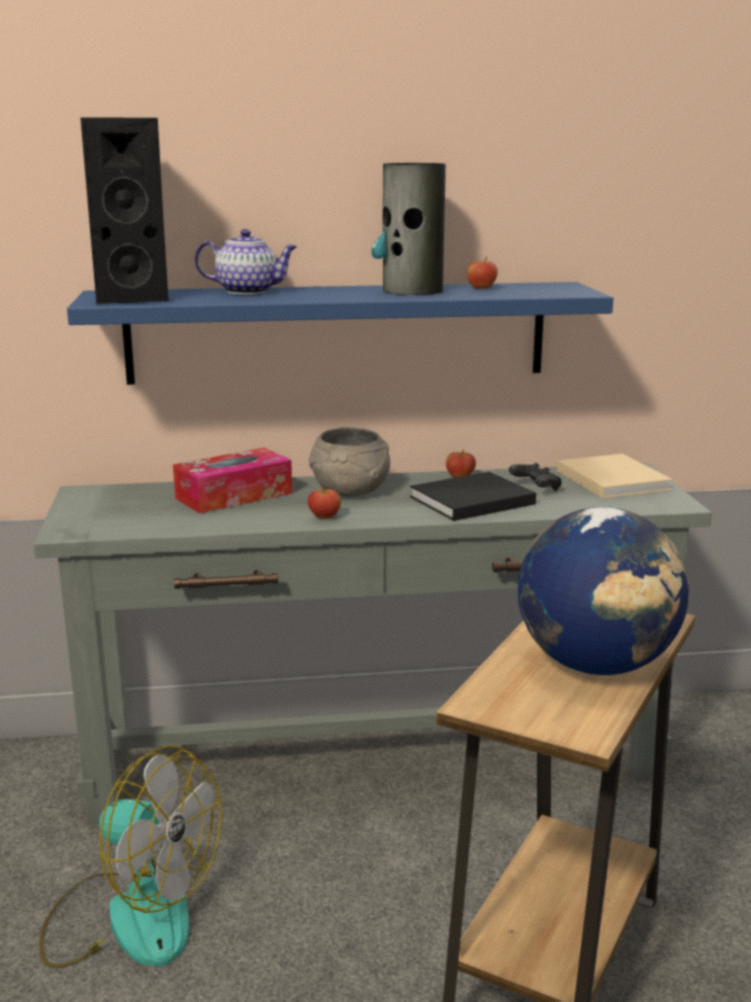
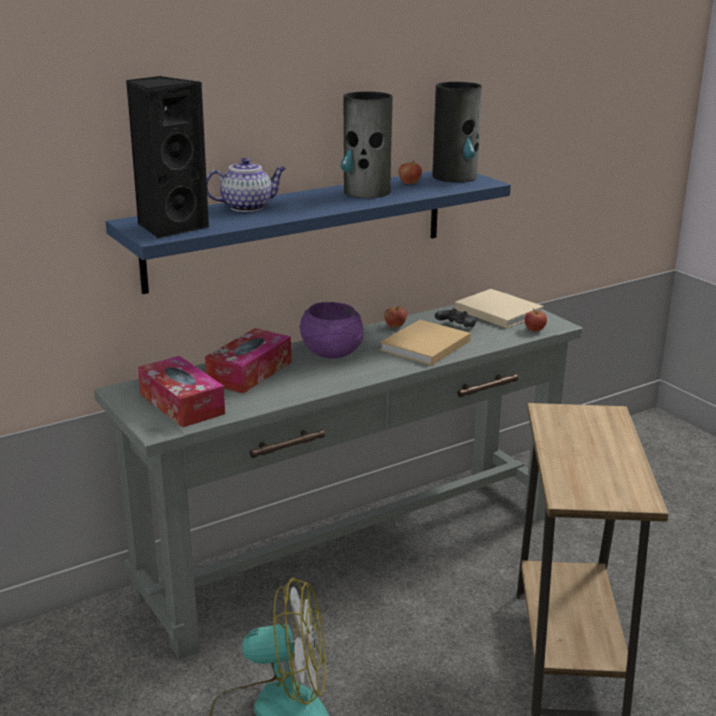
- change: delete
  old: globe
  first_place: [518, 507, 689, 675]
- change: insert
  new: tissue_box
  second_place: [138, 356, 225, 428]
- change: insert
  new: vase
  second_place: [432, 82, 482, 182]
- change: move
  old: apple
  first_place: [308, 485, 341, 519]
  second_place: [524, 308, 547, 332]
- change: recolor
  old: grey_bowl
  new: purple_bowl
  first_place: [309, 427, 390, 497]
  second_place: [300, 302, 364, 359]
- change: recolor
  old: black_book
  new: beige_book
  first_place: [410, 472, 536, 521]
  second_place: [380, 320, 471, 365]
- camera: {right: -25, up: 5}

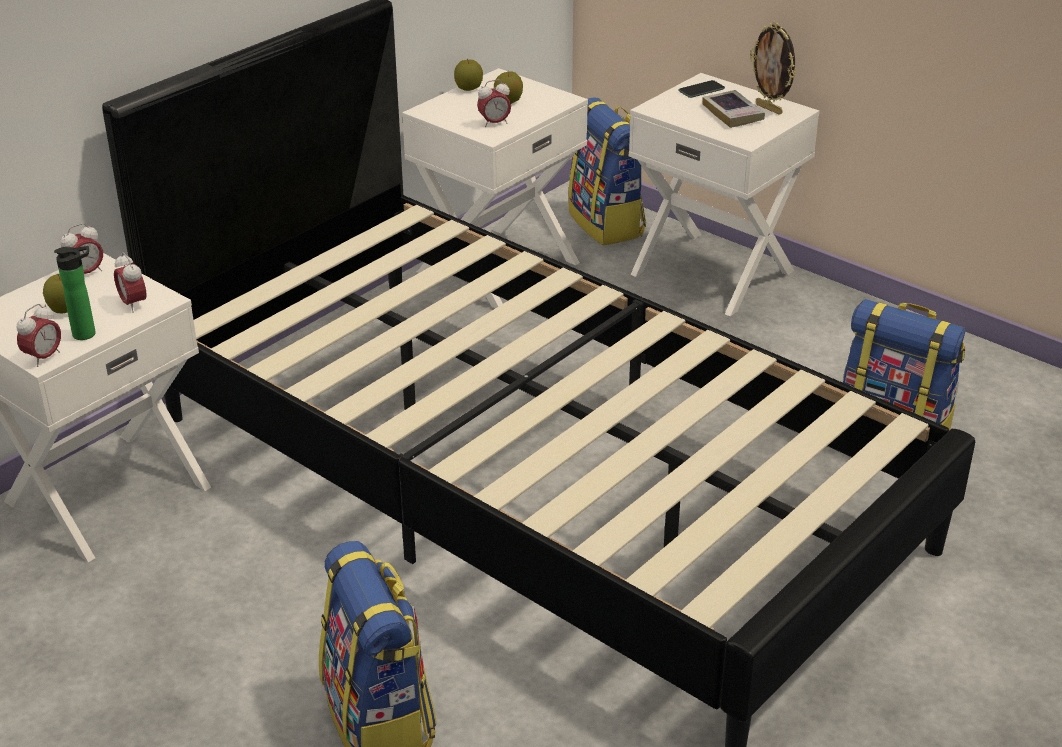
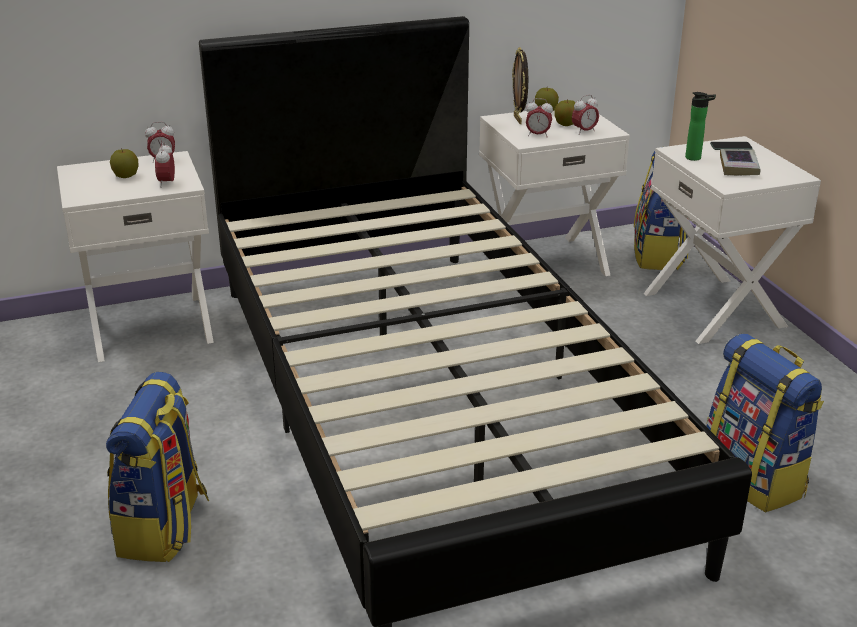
- change: move
  old: alarm_clock
  first_place: [16, 304, 61, 367]
  second_place: [572, 95, 599, 135]
- change: move
  old: bottle
  first_place: [54, 246, 96, 340]
  second_place: [685, 92, 716, 161]
- change: move
  old: picture_frame
  first_place: [750, 22, 796, 115]
  second_place: [512, 47, 528, 124]
- camera: {right: 30, up: -5}

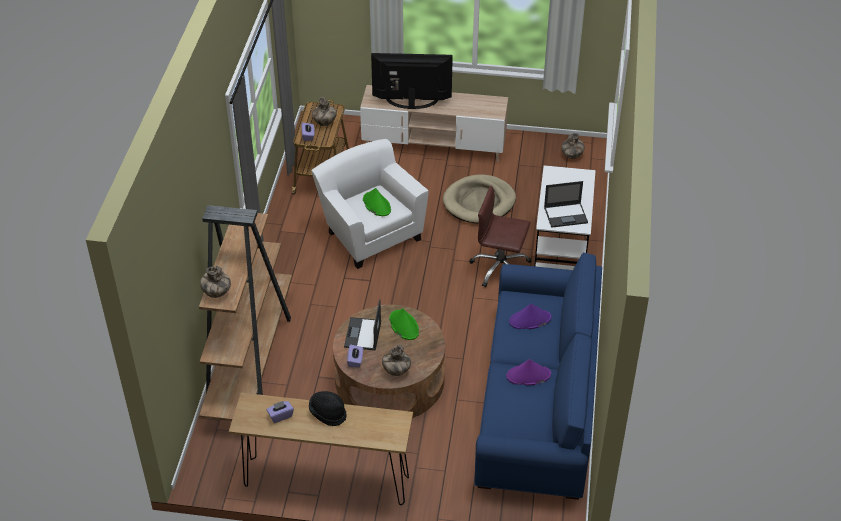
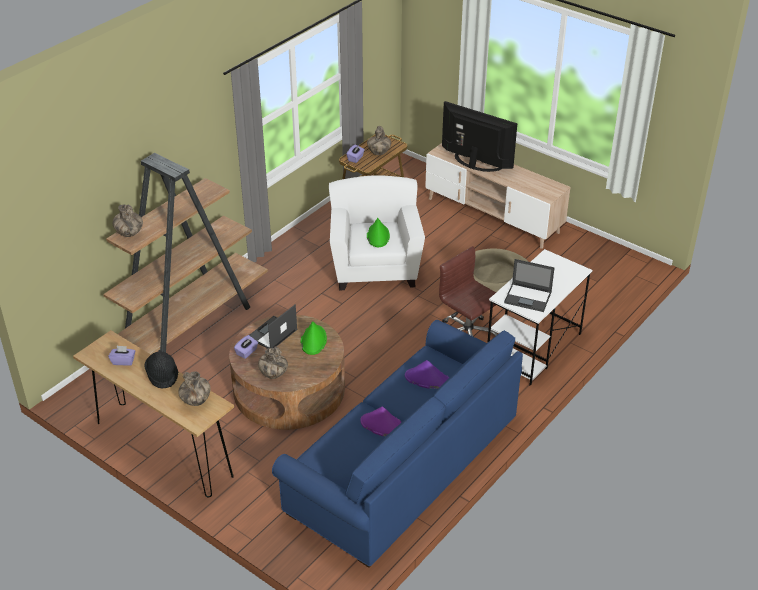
- change: move
  old: vase
  first_place: [561, 133, 585, 159]
  second_place: [178, 371, 211, 406]
- camera: {right: 30, up: -5}

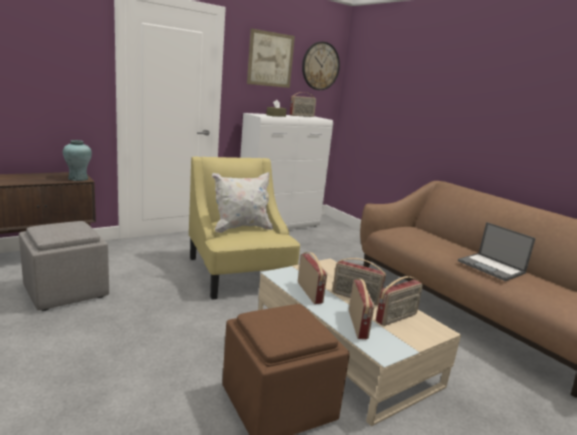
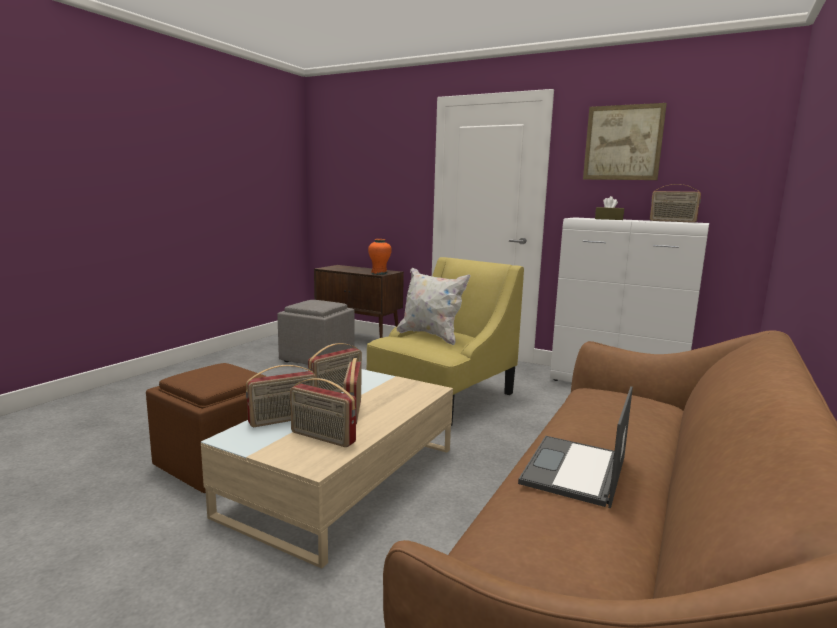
- change: delete
  old: wall_clock
  first_place: [302, 42, 340, 90]
- change: recolor
  old: turquoise_vase
  new: orange_vase
  first_place: [63, 140, 92, 181]
  second_place: [368, 239, 392, 275]
- camera: {right: 65, up: -5}

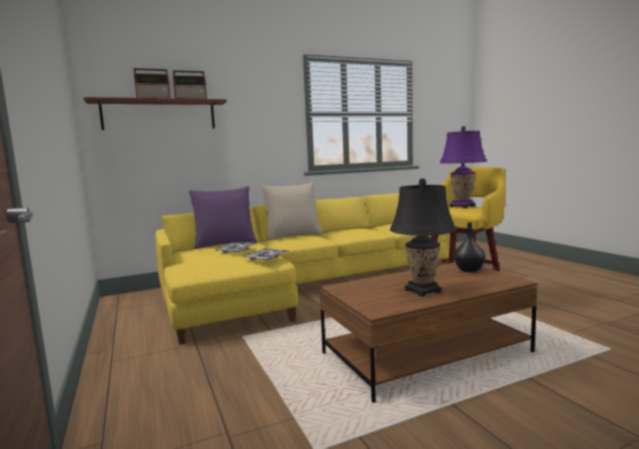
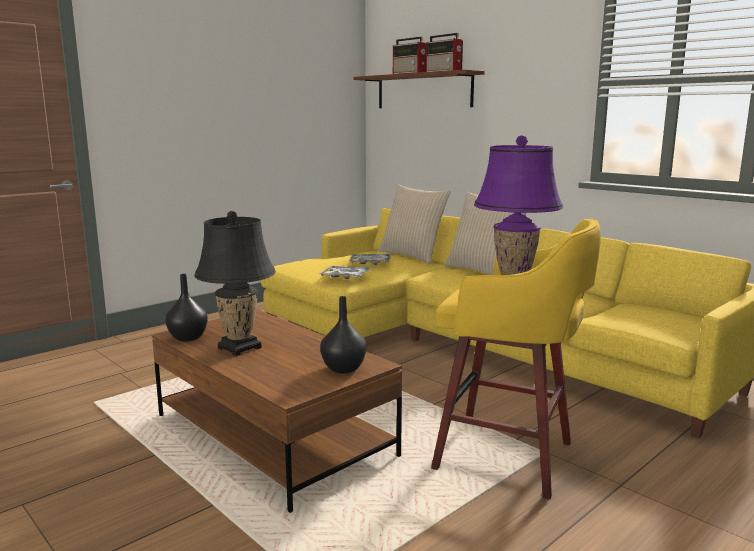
- change: insert
  new: black_vase
  second_place: [165, 274, 208, 342]
- change: recolor
  old: purple_pillow
  new: beige_pillow
  first_place: [189, 186, 257, 249]
  second_place: [378, 184, 451, 264]
- camera: {right: 70, up: 5}

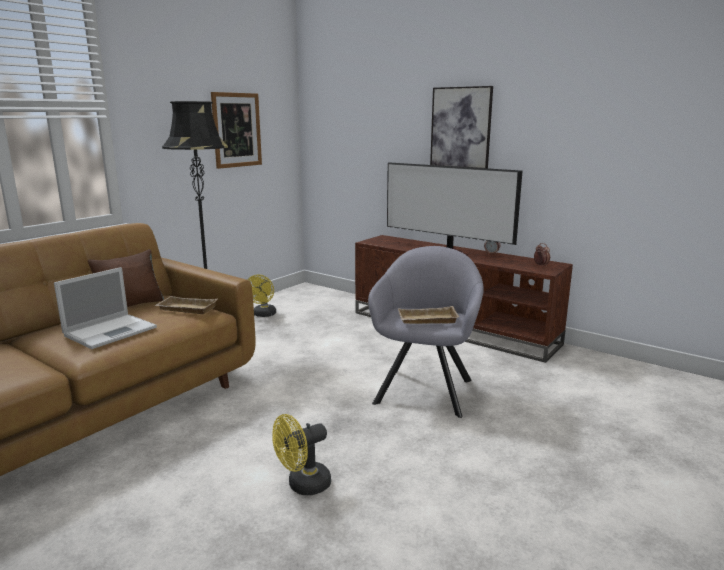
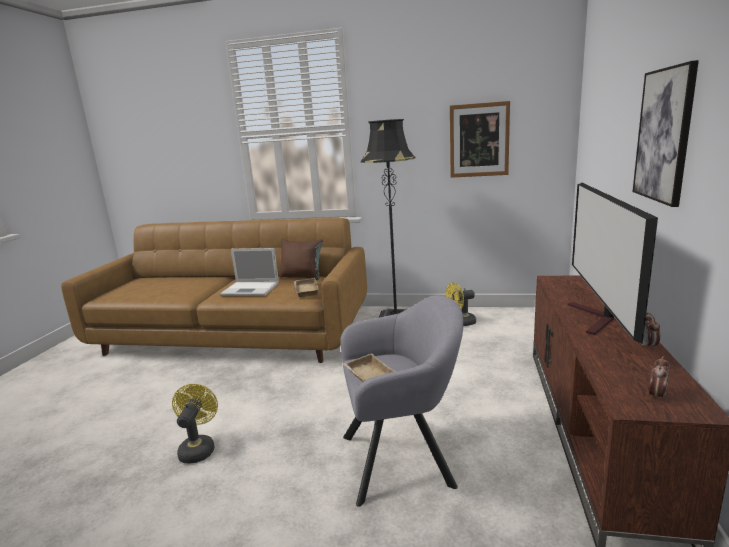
- change: rotate
  old: yellow_fan
  first_place: [272, 414, 331, 495]
  second_place: [172, 384, 218, 463]
  degrees: 60
- camera: {right: 65, up: 0}

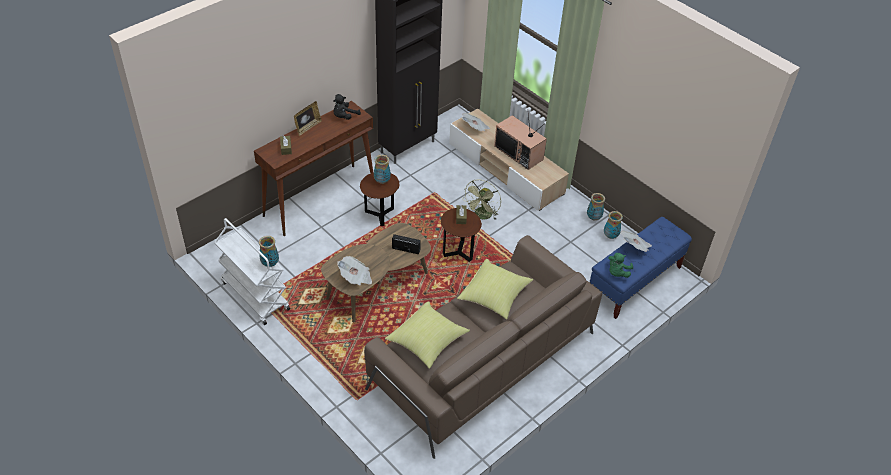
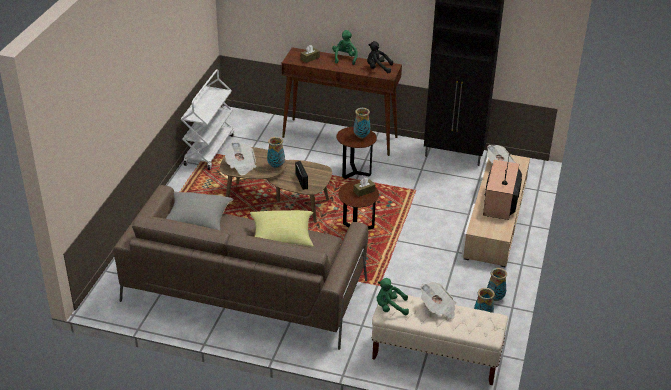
- change: delete
  old: green_fan
  first_place: [464, 180, 501, 220]
- change: move
  old: vase
  first_place: [259, 236, 279, 267]
  second_place: [267, 137, 285, 169]
- change: replace
  old: picture_frame
  new: green_plush_toy
  first_place: [294, 101, 322, 136]
  second_place: [332, 30, 358, 65]
- change: recolor
  old: yellow_pillow
  new: grey_pillow
  first_place: [385, 301, 470, 369]
  second_place: [166, 192, 234, 231]
- change: recolor
  old: blue_bench
  new: beige_bench
  first_place: [590, 217, 692, 319]
  second_place: [371, 293, 508, 385]
- camera: {right: 60, up: -10}

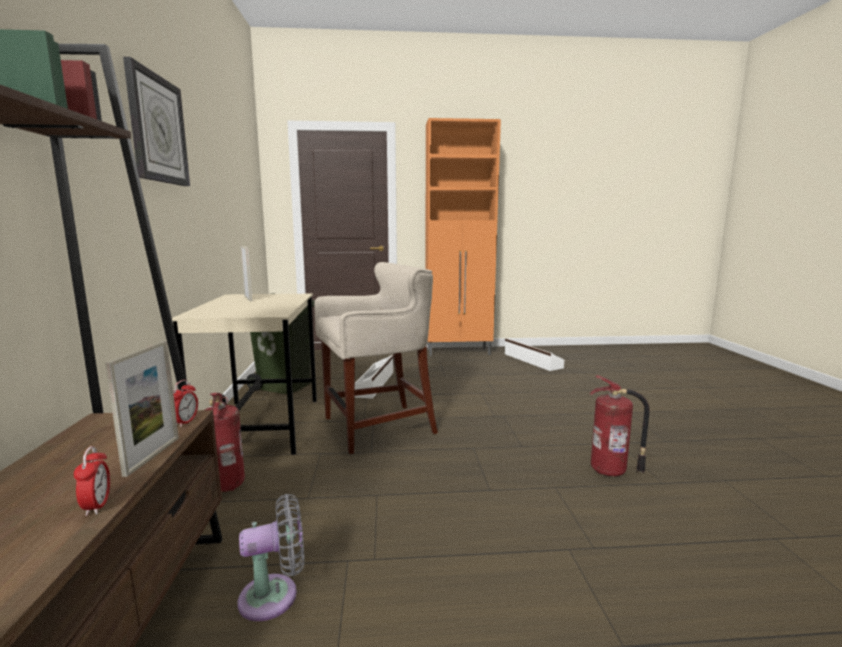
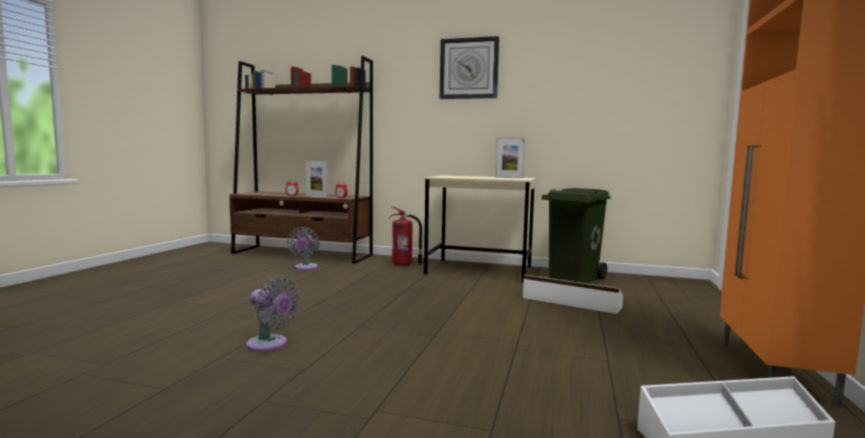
- change: delete
  old: beige_stool
  first_place: [314, 262, 438, 454]
- change: replace
  old: fire_extinguisher
  new: grey_fan
  first_place: [590, 375, 650, 476]
  second_place: [246, 275, 300, 352]
- camera: {right: 110, up: -5}

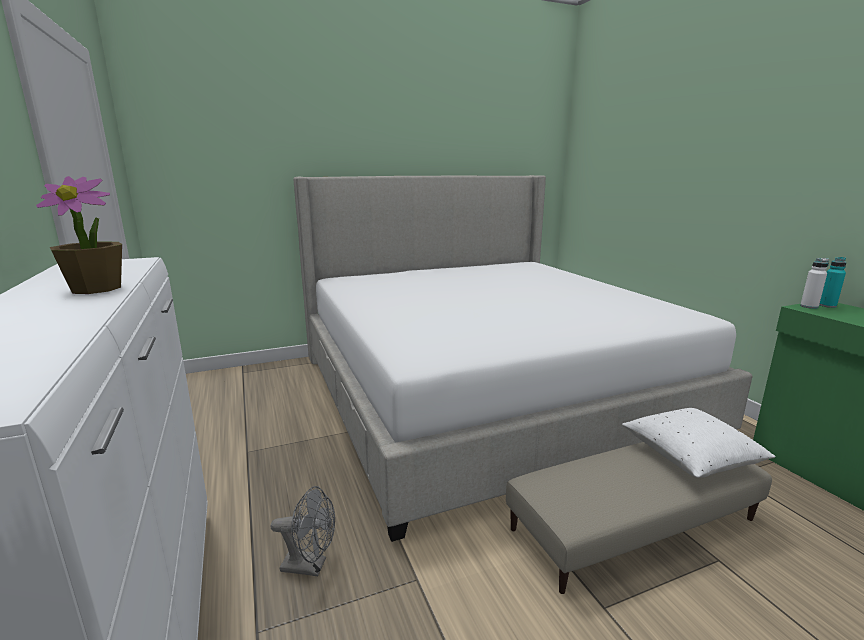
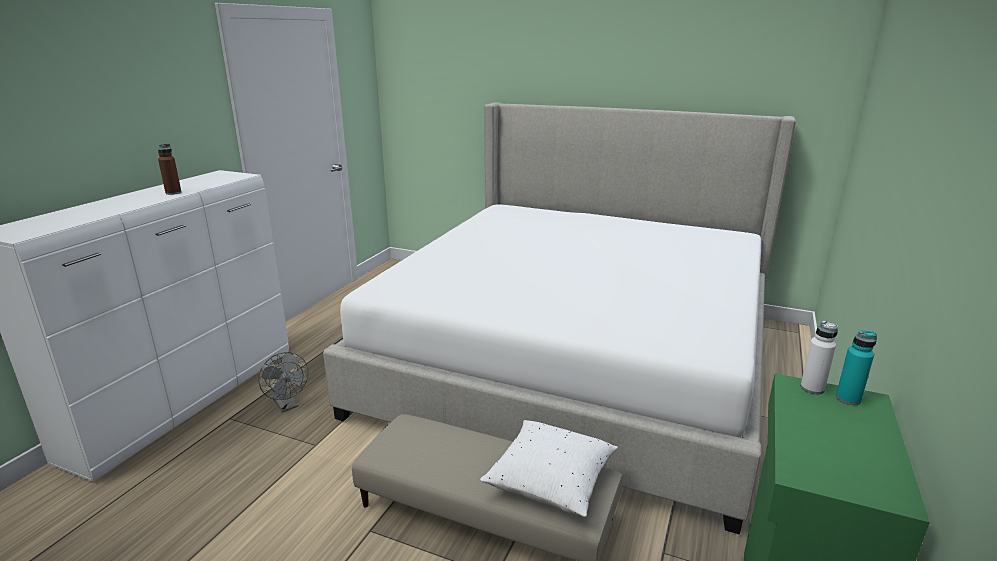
- change: replace
  old: potted_plant
  new: brown_bottle
  first_place: [36, 176, 122, 294]
  second_place: [158, 144, 181, 195]
- camera: {right: 45, up: 5}

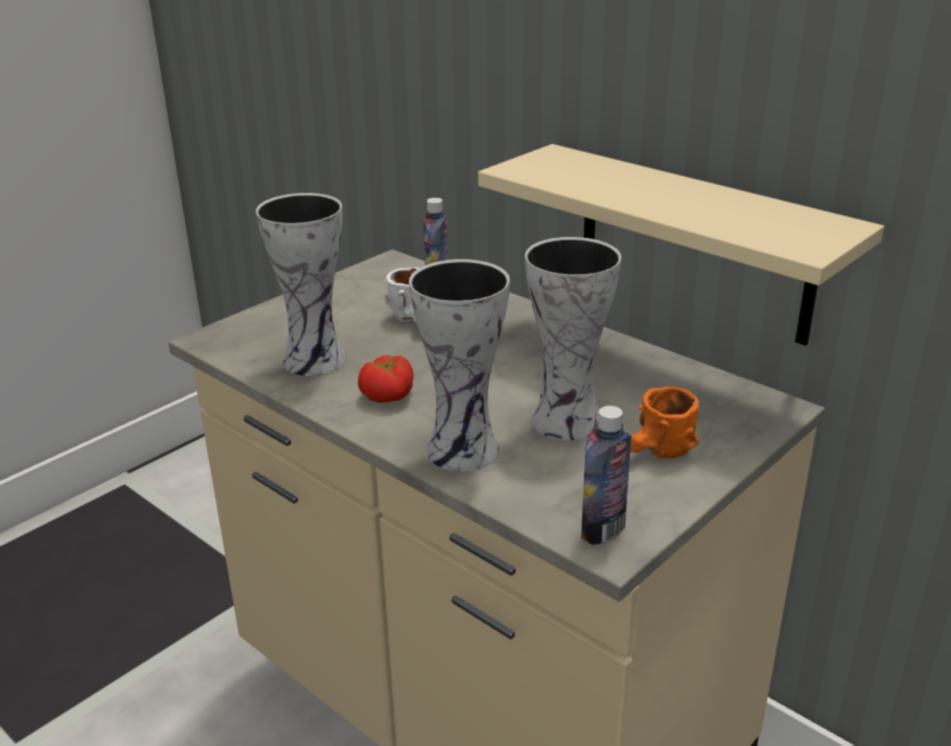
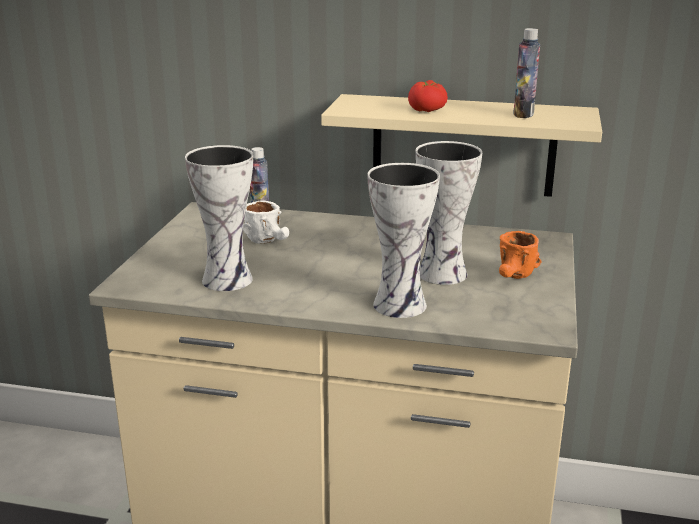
- change: move
  old: tomato
  first_place: [358, 355, 414, 403]
  second_place: [408, 80, 448, 112]
- change: move
  old: bottle
  first_place: [581, 406, 632, 545]
  second_place: [513, 28, 540, 118]
- camera: {right: -30, up: -5}

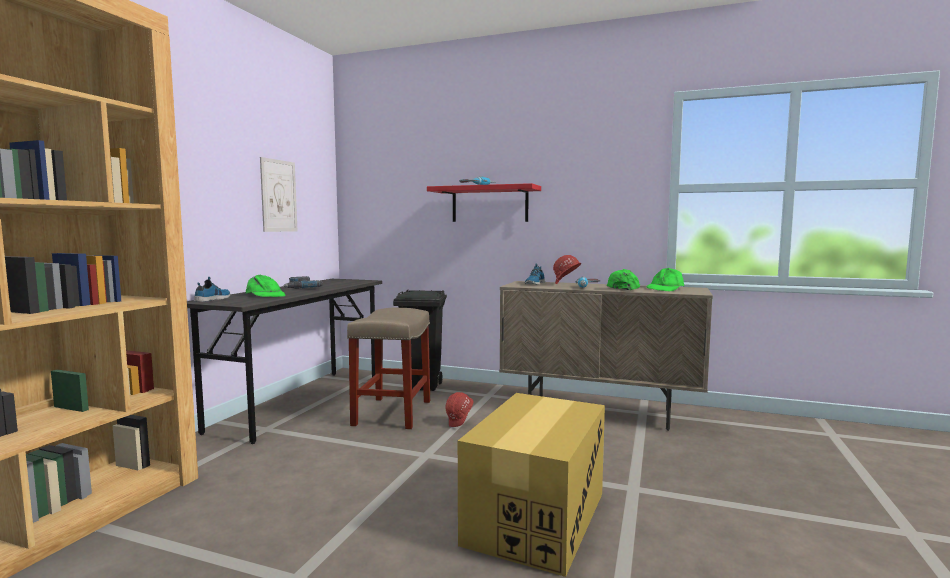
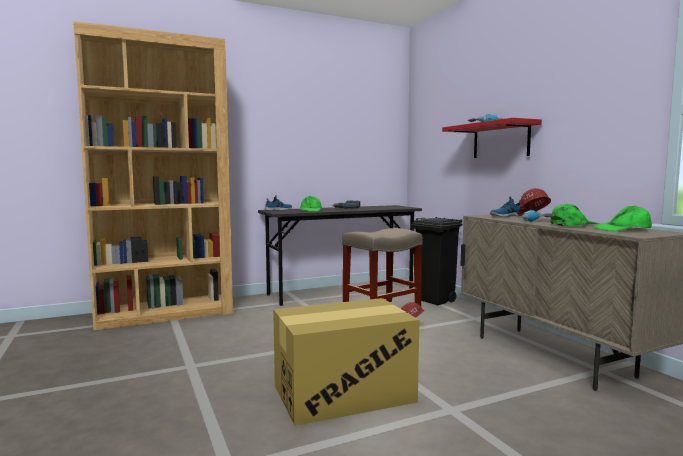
- change: delete
  old: picture
  first_place: [260, 157, 297, 232]
- camera: {right: 45, up: 0}

